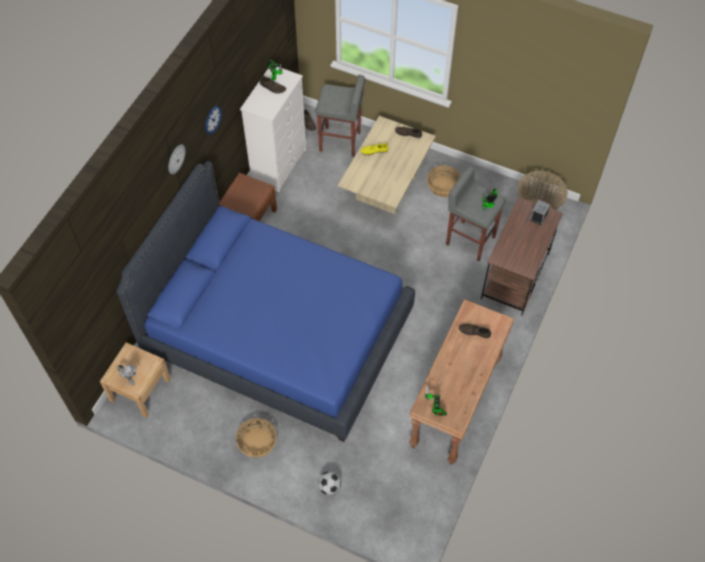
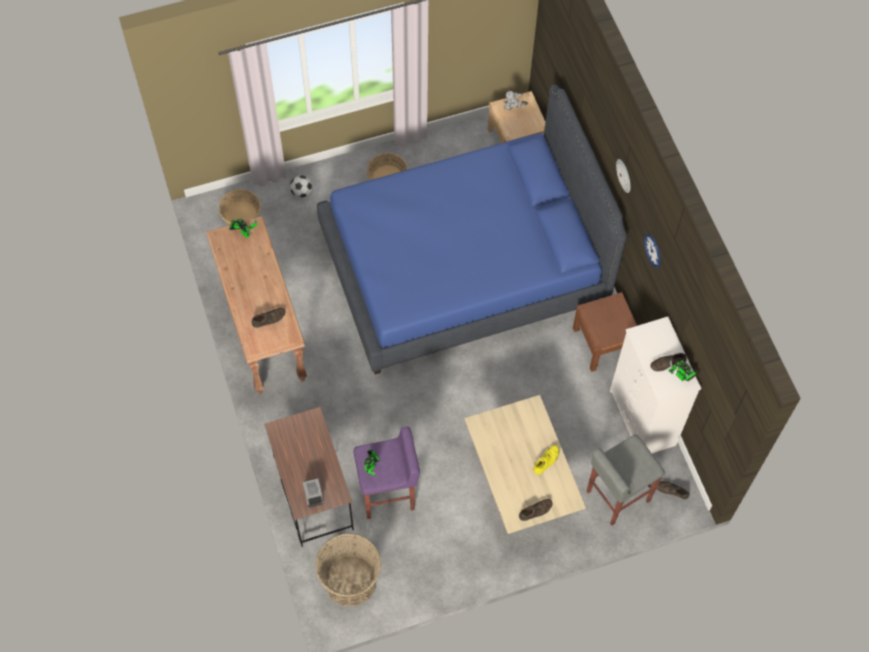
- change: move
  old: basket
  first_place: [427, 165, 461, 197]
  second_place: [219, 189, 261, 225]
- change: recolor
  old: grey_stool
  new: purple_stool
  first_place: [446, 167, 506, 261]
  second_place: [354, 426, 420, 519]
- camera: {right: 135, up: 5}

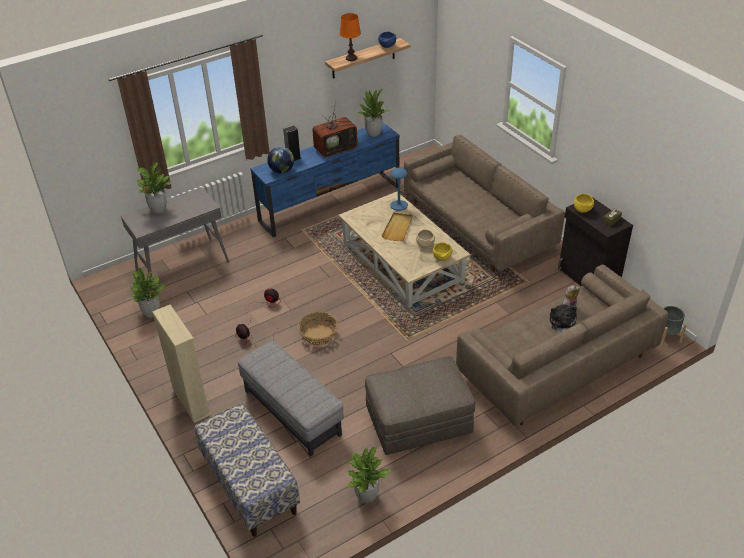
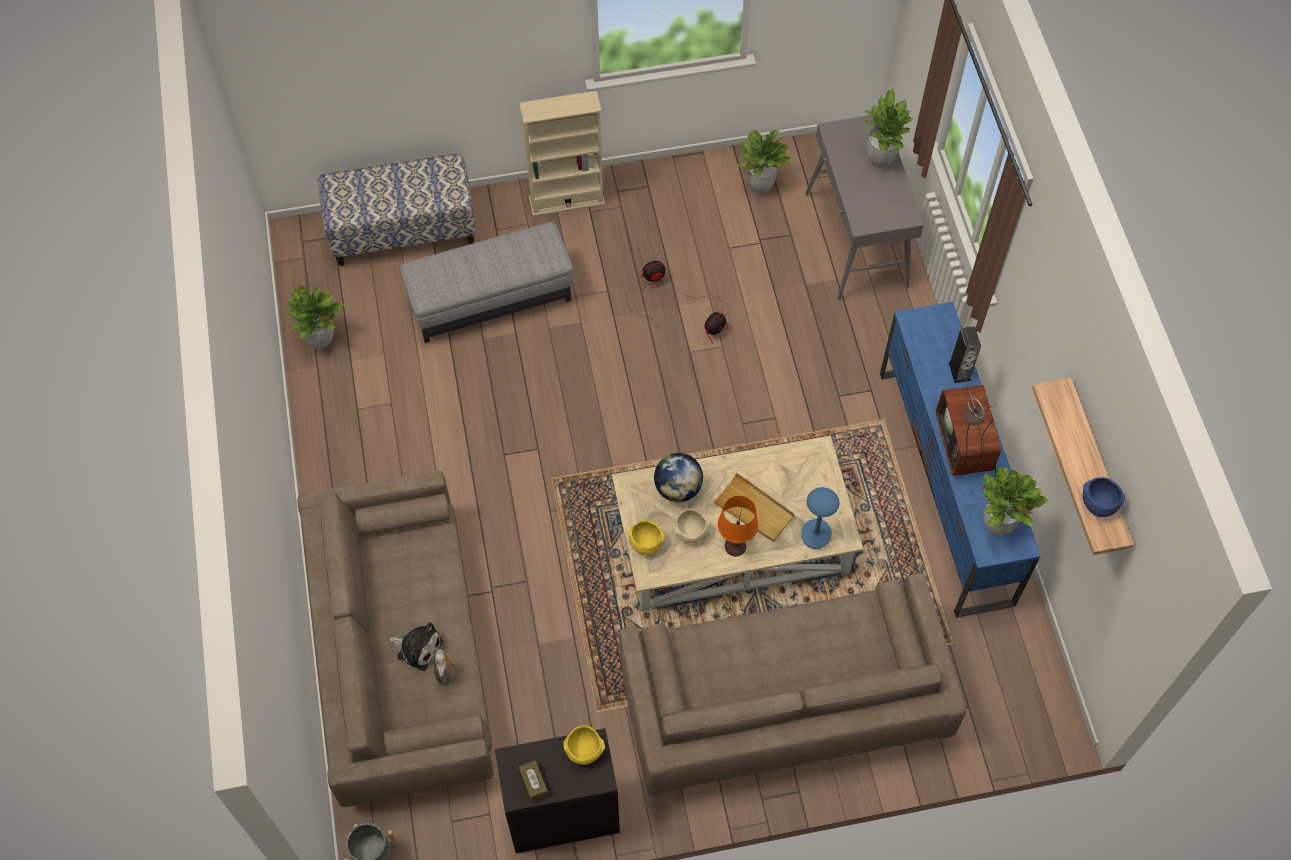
- change: delete
  old: basket
  first_place: [298, 312, 337, 346]
- change: delete
  old: grey_ottoman
  first_place: [365, 356, 475, 455]
- change: move
  old: globe
  first_place: [267, 147, 294, 173]
  second_place: [654, 453, 703, 502]
- change: move
  old: orange_table_lamp
  first_place: [340, 13, 361, 61]
  second_place: [718, 496, 758, 556]
- camera: {right: 110, up: 20}

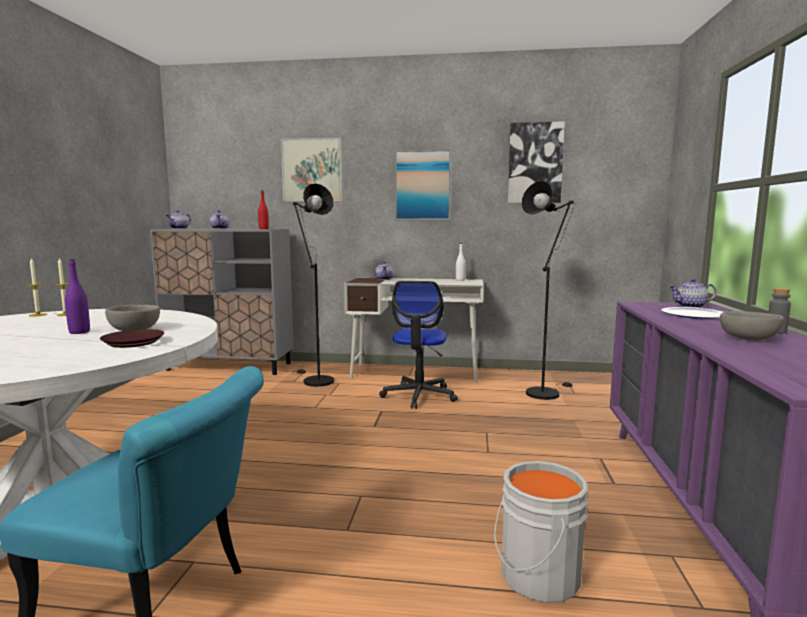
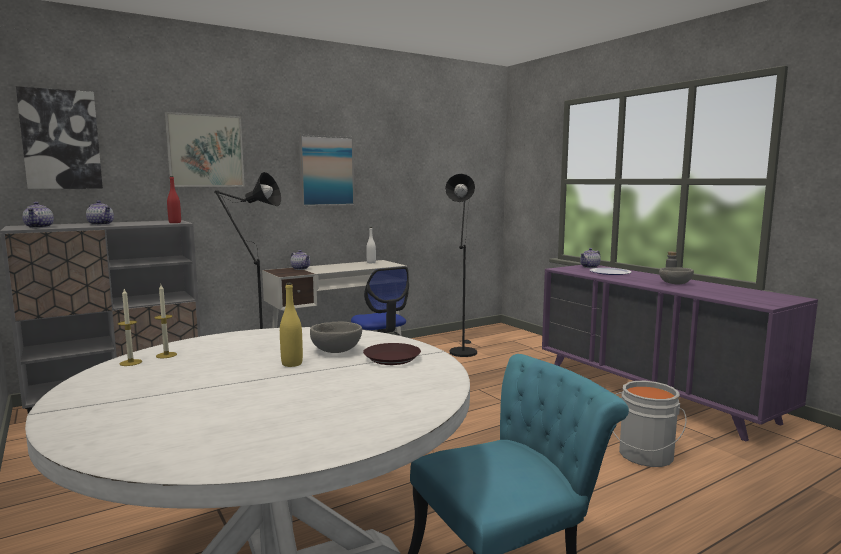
- change: move
  old: picture
  first_place: [508, 121, 565, 203]
  second_place: [16, 86, 103, 189]
- change: recolor
  old: purple_bottle
  new: yellow_bottle
  first_place: [65, 259, 90, 334]
  second_place: [280, 283, 303, 367]
- camera: {right: -40, up: 0}

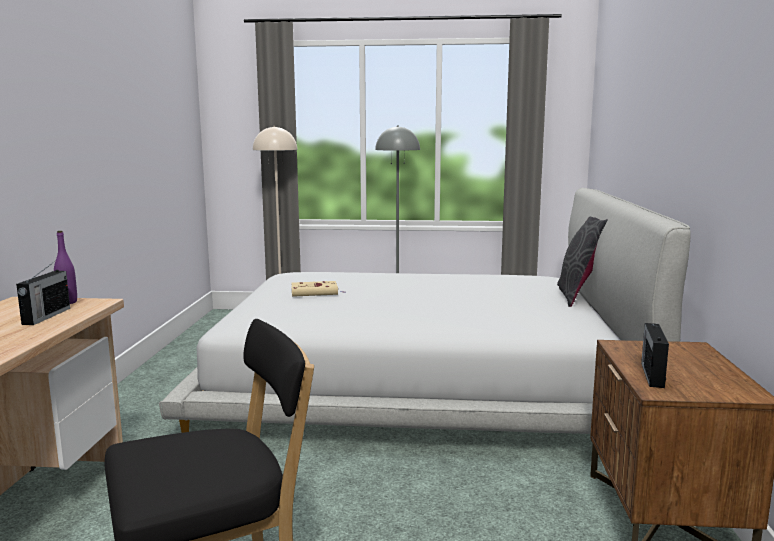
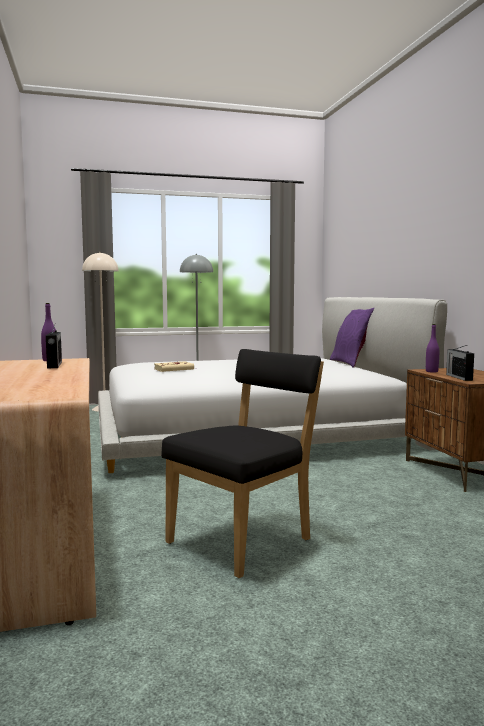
- change: insert
  new: purple_bottle
  second_place: [426, 324, 439, 373]
- change: recolor
  old: grey_pillow
  new: purple_pillow
  first_place: [557, 216, 608, 307]
  second_place: [330, 308, 374, 368]
- camera: {right: -20, up: -5}

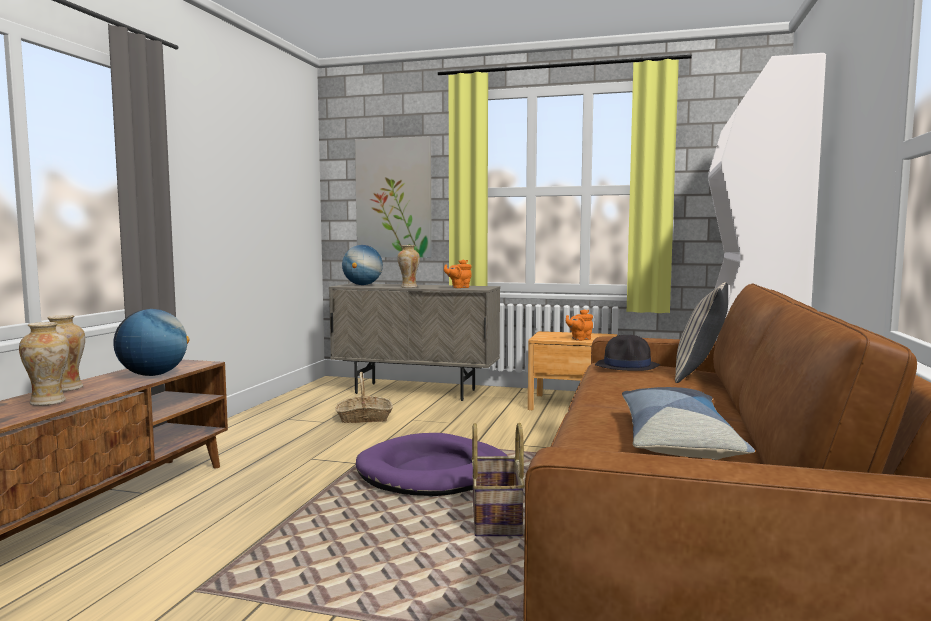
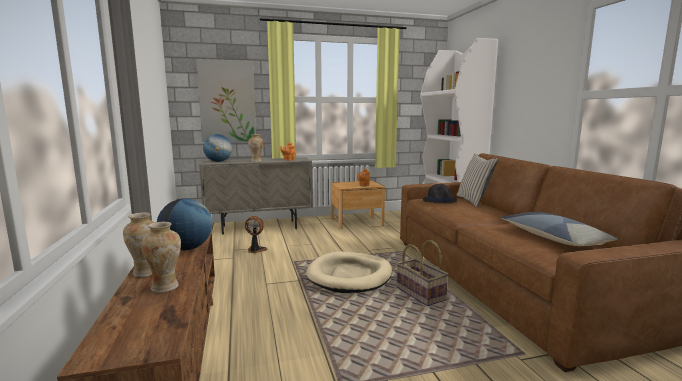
- change: replace
  old: basket
  new: fan
  first_place: [335, 372, 393, 423]
  second_place: [245, 216, 268, 253]
- change: recolor
  old: purple_dog_bed
  new: beige_dog_bed
  first_place: [356, 433, 507, 496]
  second_place: [306, 251, 392, 293]
- camera: {right: -30, up: 5}

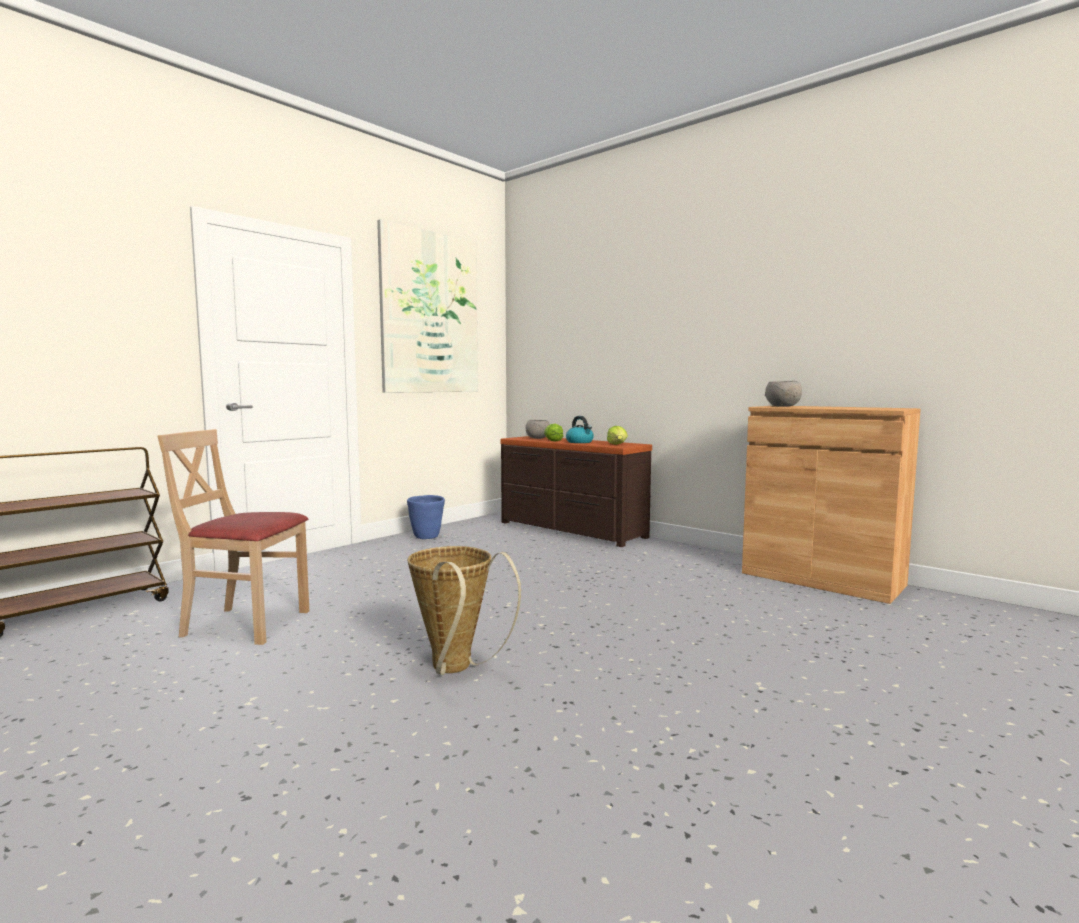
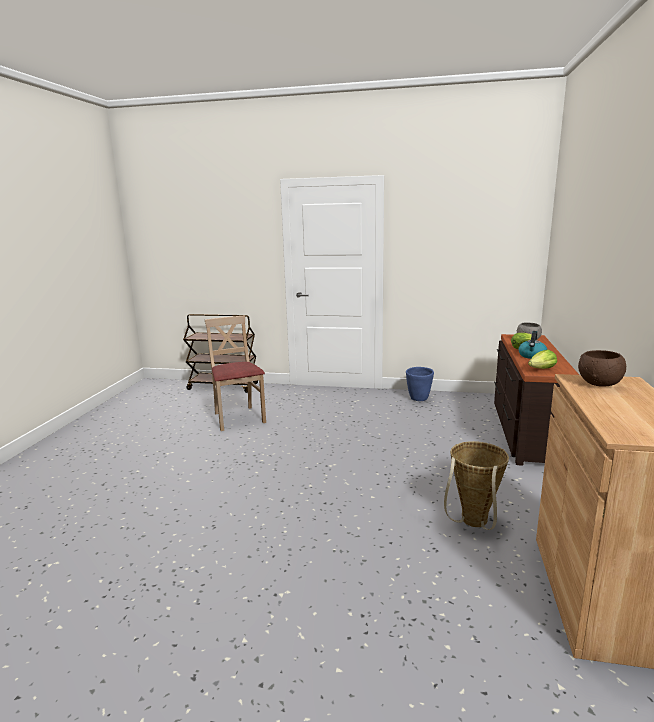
- change: delete
  old: picture
  first_place: [377, 219, 478, 393]
- change: move
  old: basket
  first_place: [407, 546, 521, 675]
  second_place: [444, 441, 509, 530]
- change: recolor
  old: grey_bowl
  new: brown_bowl
  first_place: [765, 381, 802, 407]
  second_place: [578, 350, 626, 387]
- camera: {right: 60, up: 10}

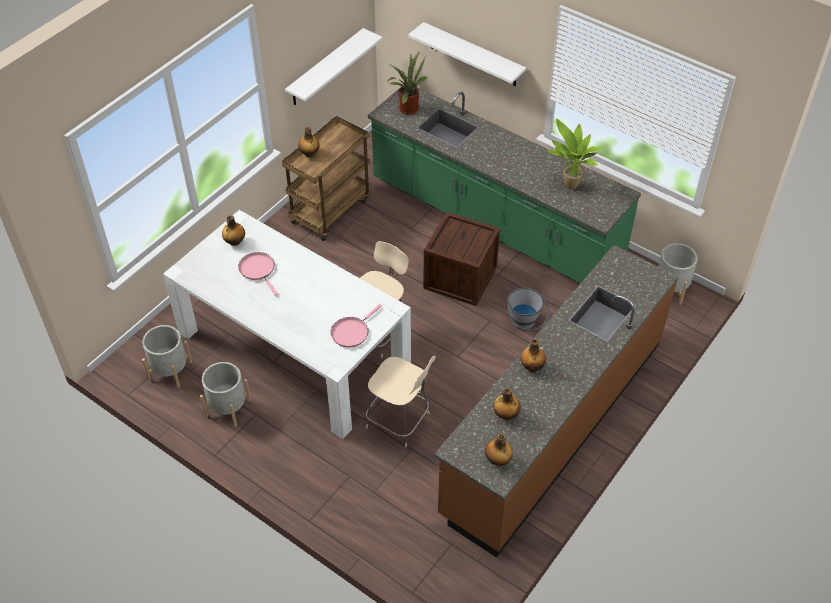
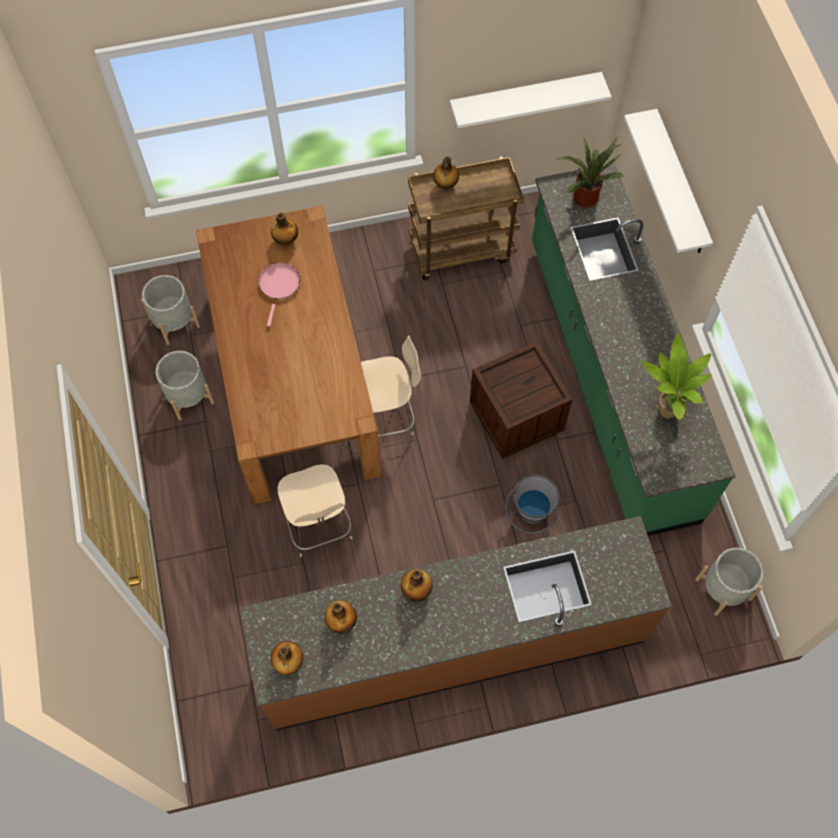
- change: delete
  old: pink_frying_pan
  first_place: [331, 304, 382, 347]
- change: recolor
  old: white_dining_table
  new: brown_dining_table
  first_place: [163, 210, 411, 439]
  second_place: [196, 206, 381, 504]
- camera: {right: 40, up: 15}

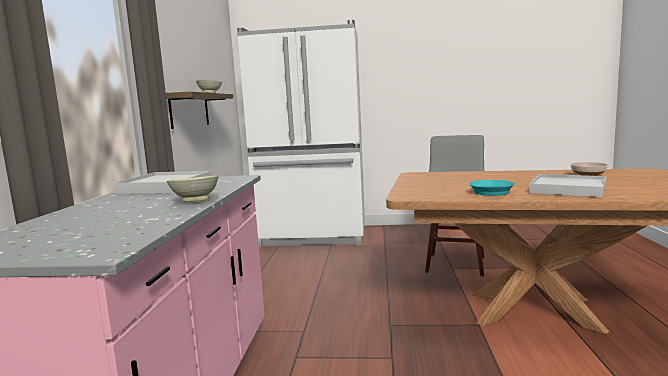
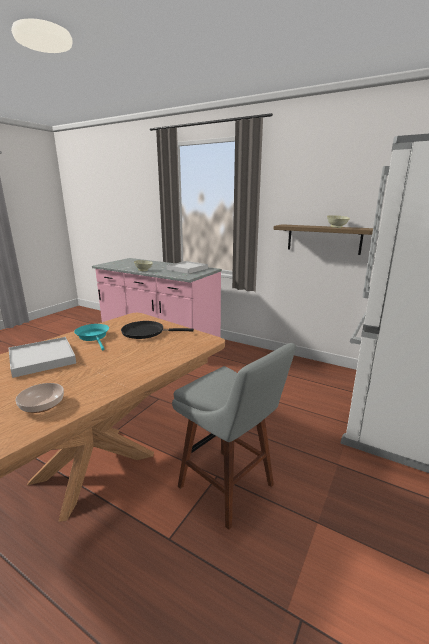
- change: insert
  new: black_frying_pan
  second_place: [121, 321, 194, 339]
- camera: {right: 115, up: 10}

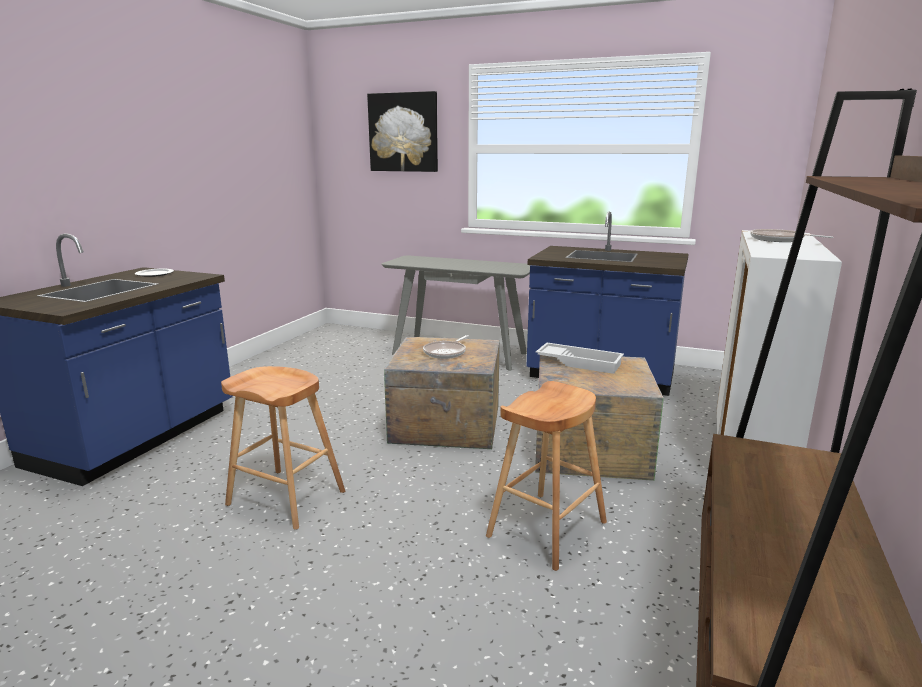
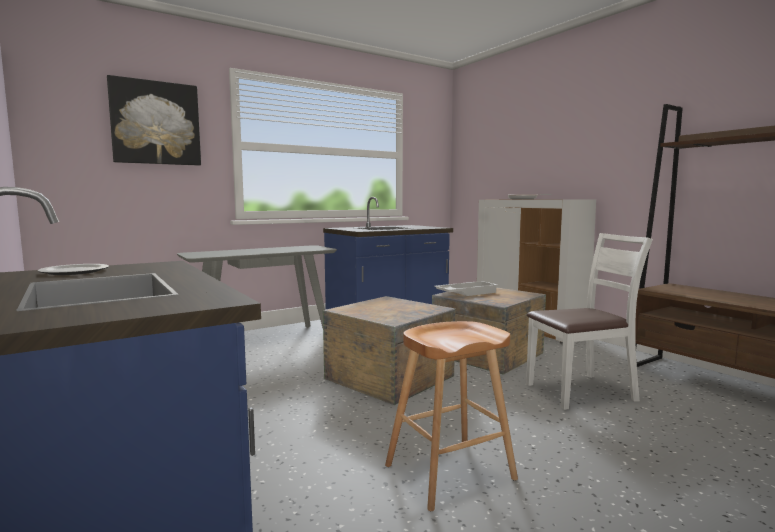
- change: delete
  old: frying_pan
  first_place: [423, 335, 469, 359]
- change: replace
  old: brown_stool
  new: white_chair
  first_place: [486, 381, 607, 571]
  second_place: [526, 233, 653, 410]
- camera: {right: -55, up: -10}

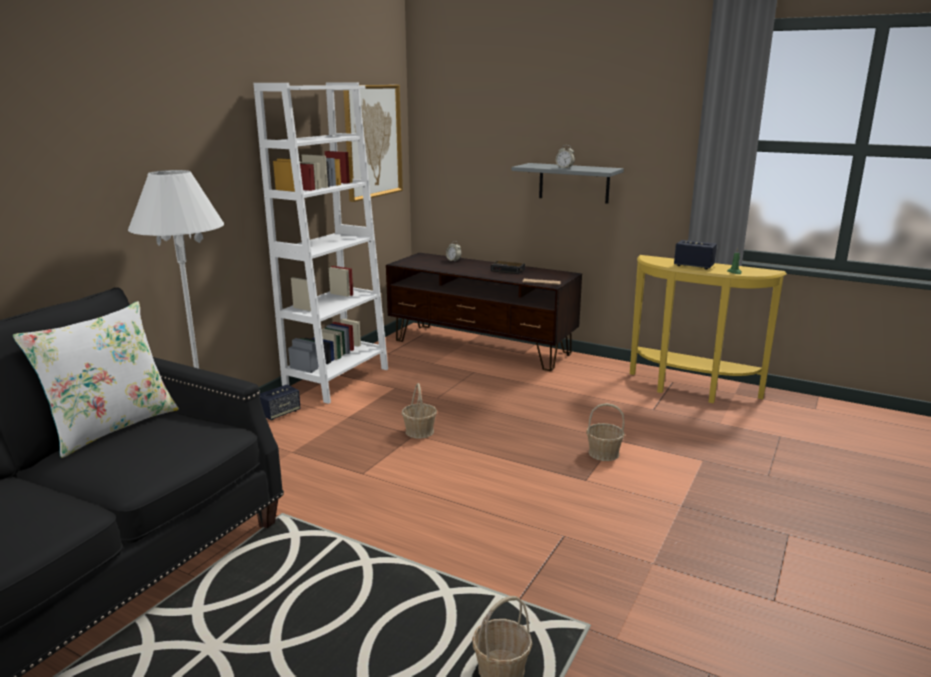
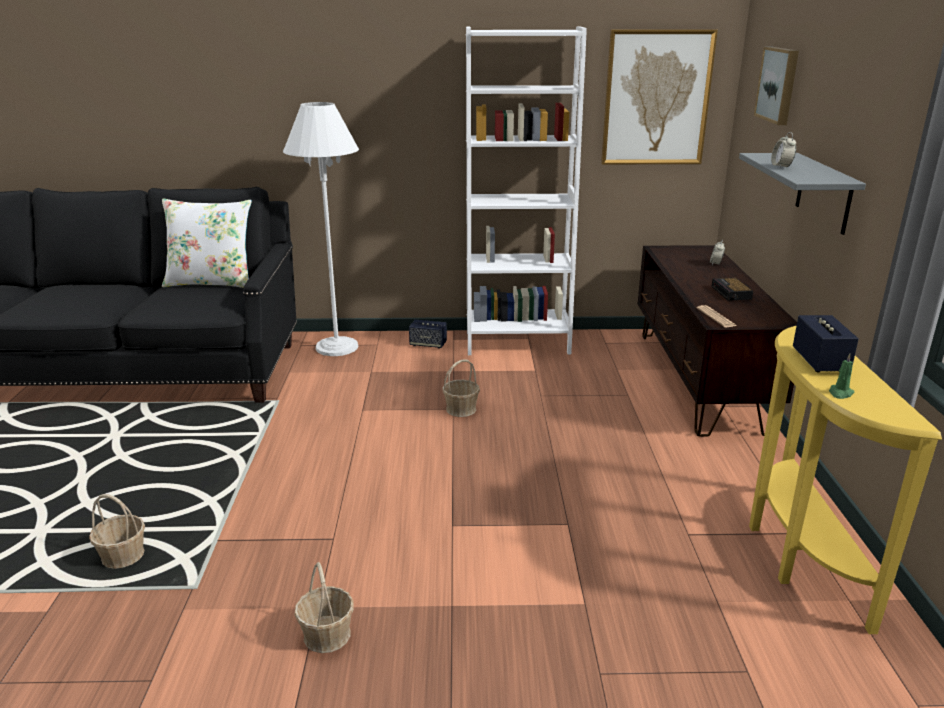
- change: insert
  new: picture
  second_place: [754, 47, 799, 125]
- change: move
  old: basket
  first_place: [586, 403, 625, 461]
  second_place: [295, 562, 354, 653]
- camera: {right: 60, up: 5}

